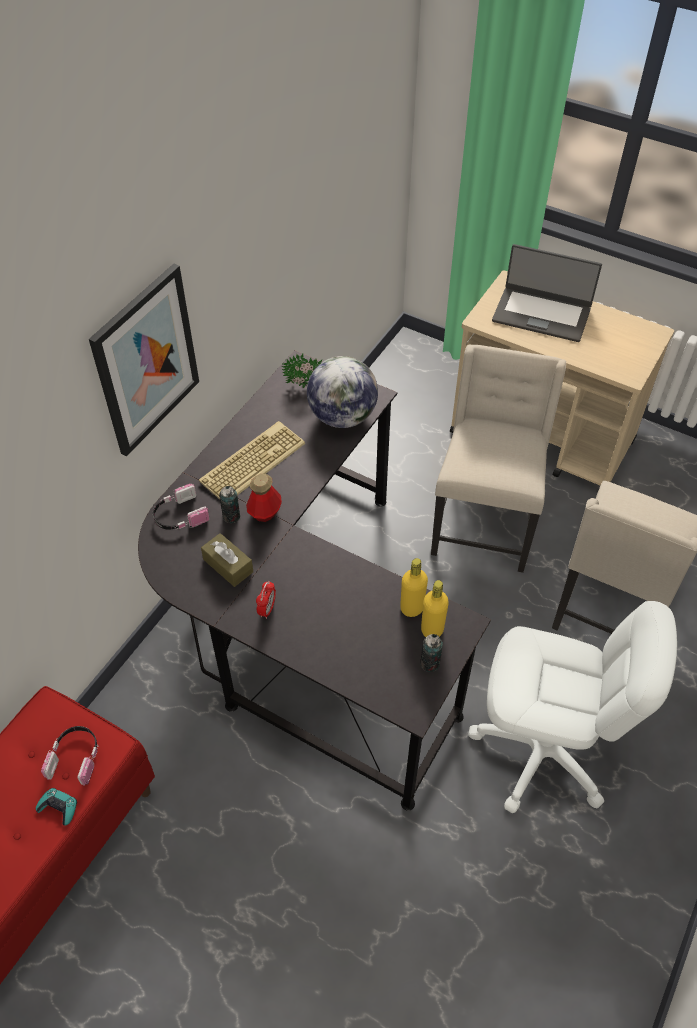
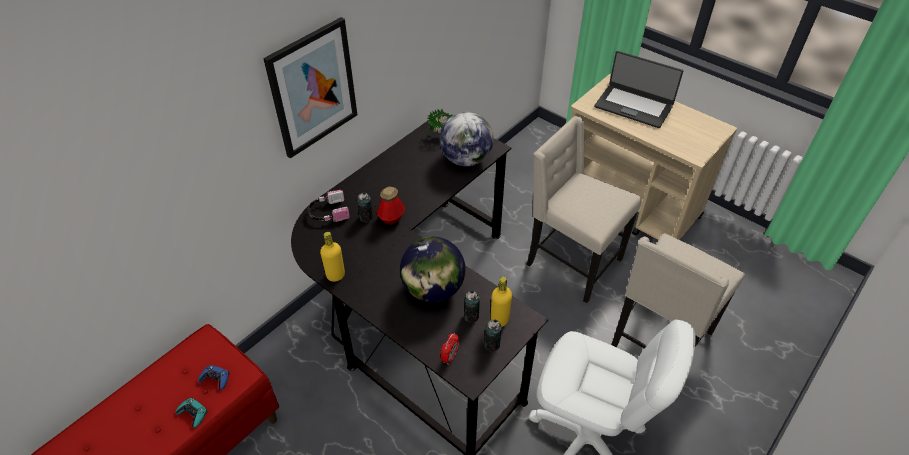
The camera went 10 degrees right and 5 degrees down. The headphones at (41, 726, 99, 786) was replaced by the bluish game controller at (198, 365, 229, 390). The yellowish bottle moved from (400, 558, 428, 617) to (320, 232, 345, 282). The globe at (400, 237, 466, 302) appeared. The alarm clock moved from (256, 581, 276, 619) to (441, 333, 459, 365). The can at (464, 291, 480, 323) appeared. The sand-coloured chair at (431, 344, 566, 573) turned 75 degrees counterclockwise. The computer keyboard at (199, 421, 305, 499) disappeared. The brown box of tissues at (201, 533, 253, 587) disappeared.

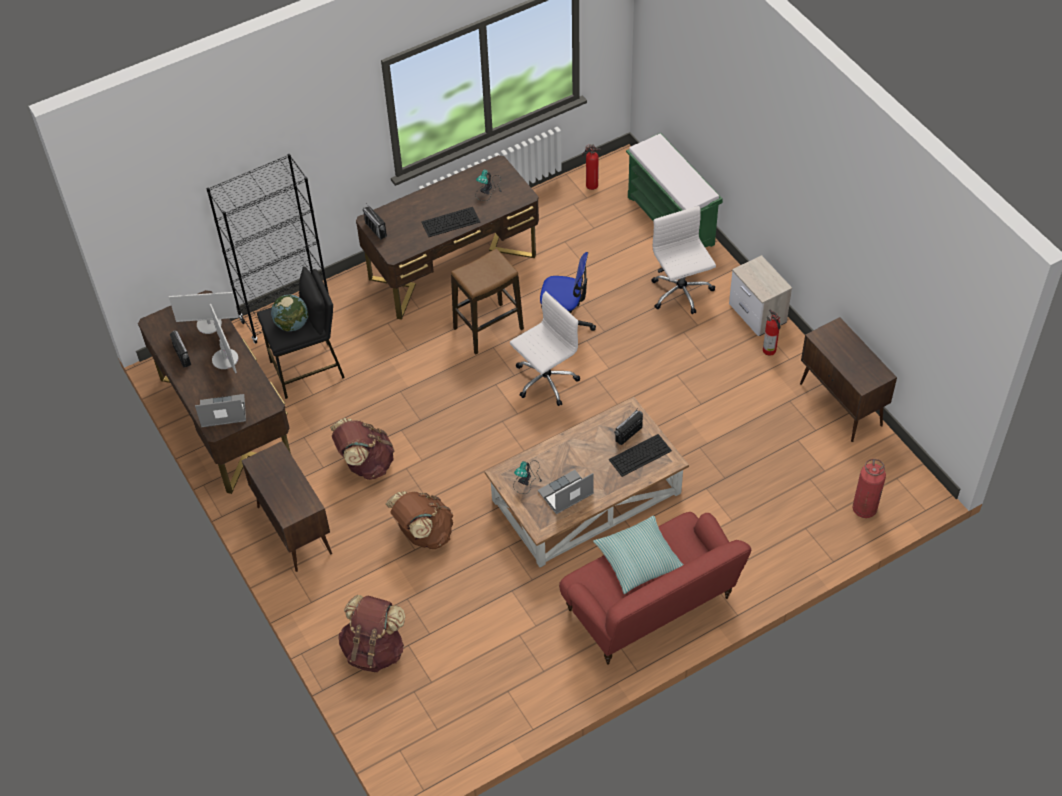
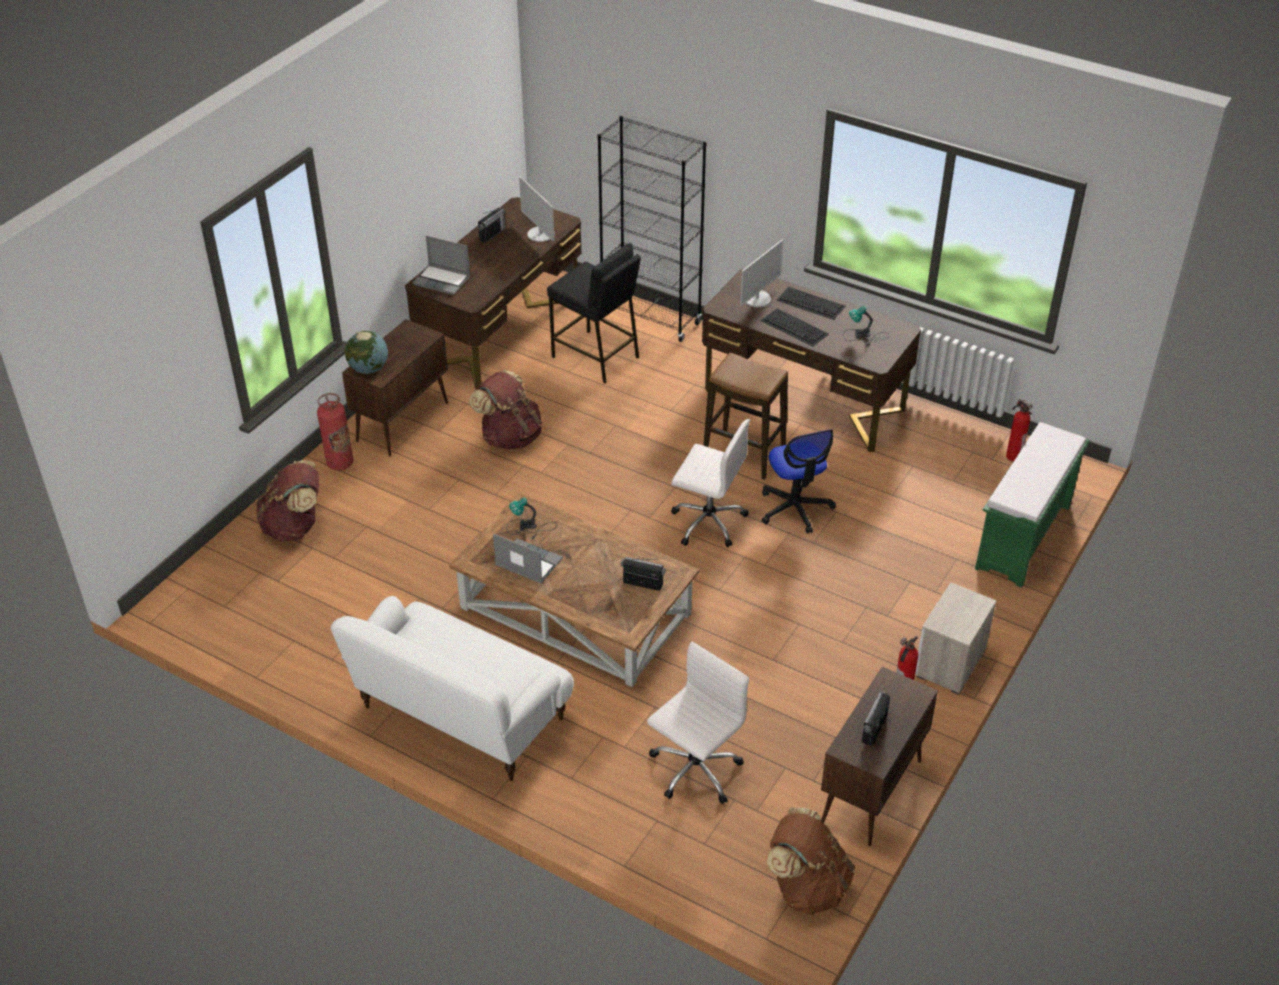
The camera went 60 degrees right and 10 degrees down. The fire extinguisher moved from (853, 459, 886, 518) to (317, 393, 353, 471). The red-coloured sofa at (559, 512, 751, 665) became the whitish sofa at (331, 596, 574, 781). The globe moved from (271, 294, 309, 331) to (345, 331, 388, 374). The portable computer at (195, 394, 246, 427) turned 150 degrees clockwise. The whitish desk chair moved from (652, 206, 716, 314) to (647, 641, 749, 804). The monitor moved from (210, 304, 238, 373) to (740, 239, 783, 307). The brown rucksack moved from (386, 491, 454, 549) to (767, 808, 855, 916). The computer keyboard moved from (609, 434, 672, 477) to (777, 287, 846, 320). The radio moved from (363, 203, 387, 240) to (862, 688, 890, 746). The pillow at (593, 516, 684, 594) disappeared.

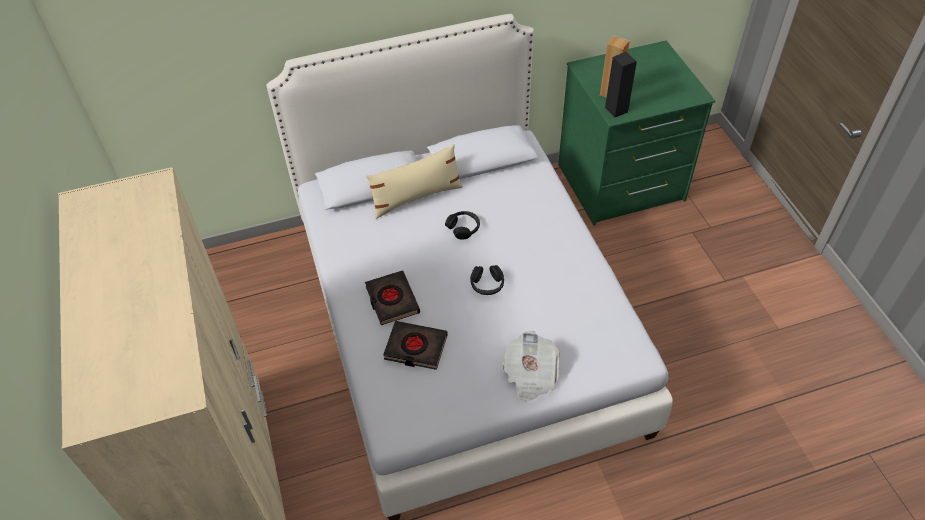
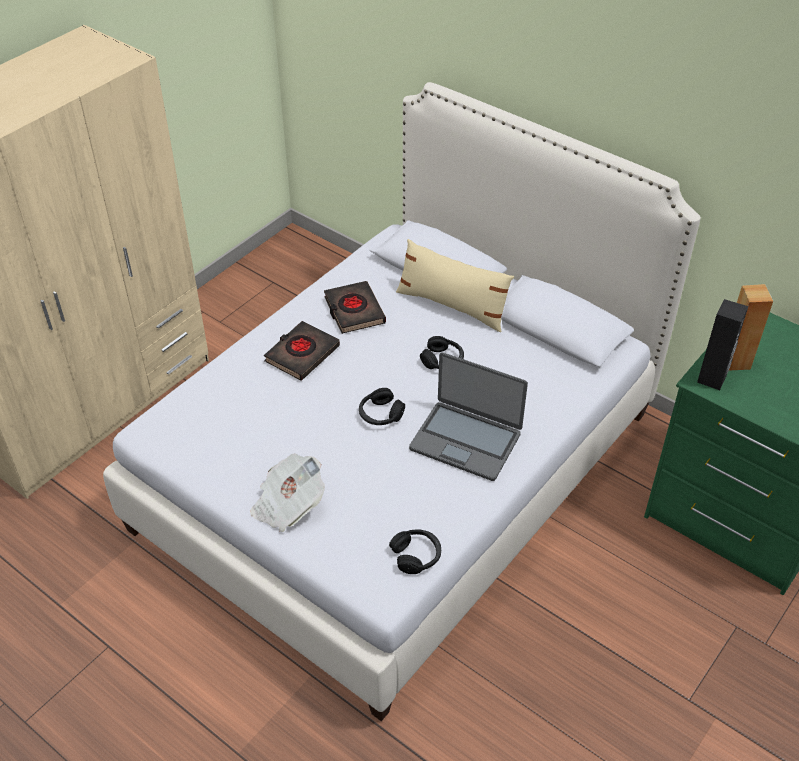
The camera went 55 degrees right and 5 degrees down. The blackish book moved from (383, 321, 448, 370) to (324, 281, 386, 334). The blackish headphones at (389, 529, 441, 574) appeared. The portable computer at (409, 352, 528, 481) appeared.

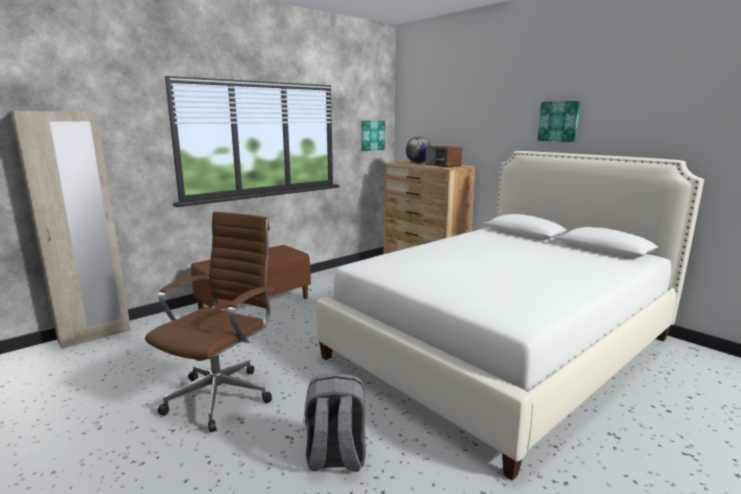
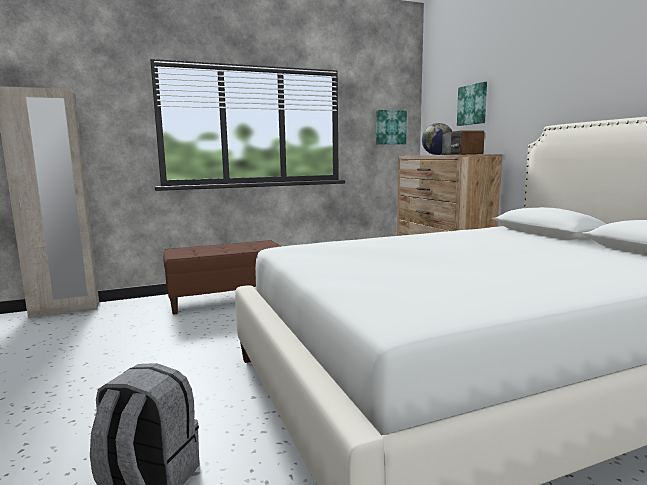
The camera went 20 degrees right and 5 degrees down. The picture moved from (537, 101, 580, 142) to (457, 82, 487, 126). The brown desk chair at (145, 211, 274, 432) disappeared.

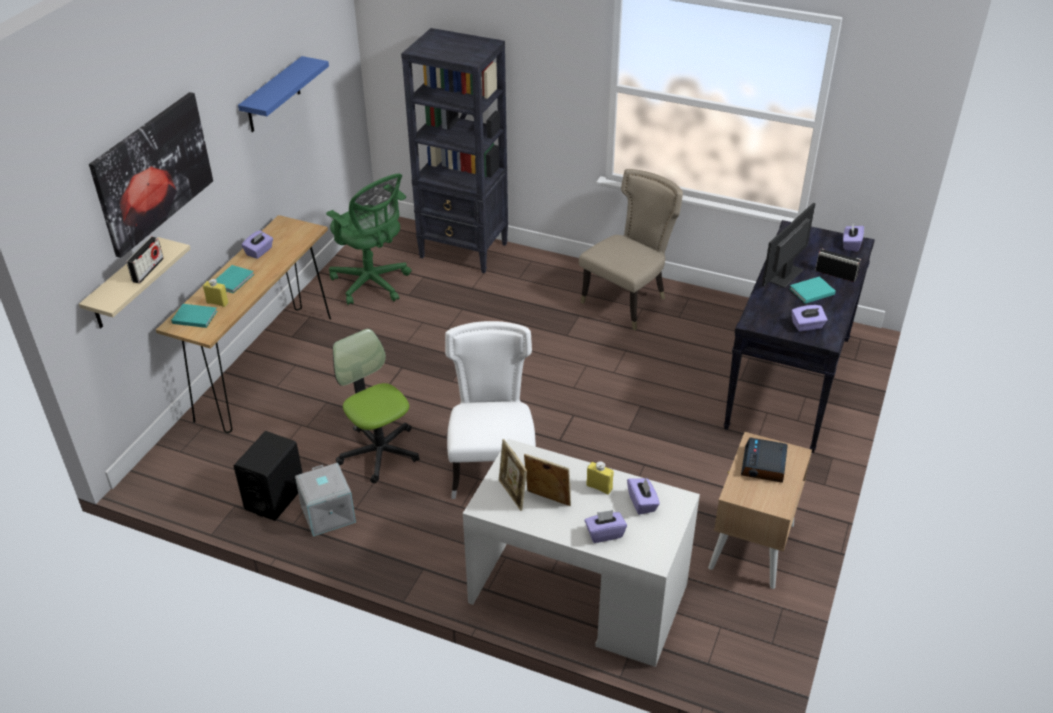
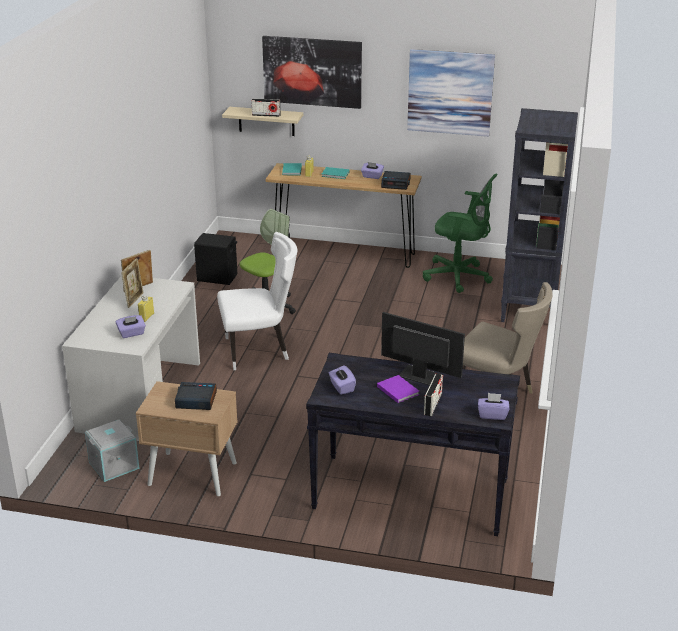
The camera went 80 degrees right and 10 degrees down. The grey storage bin moved from (295, 463, 356, 536) to (85, 419, 140, 482). The turquoise-coloured book at (789, 276, 836, 304) became the purple book at (377, 375, 419, 403). The alarm clock at (381, 171, 411, 190) appeared. The bluish shelf at (238, 56, 329, 132) was replaced by the picture at (407, 49, 495, 137). The green desk chair at (326, 174, 411, 305) turned 105 degrees counterclockwise. The purple box of tissues at (585, 510, 627, 543) disappeared.

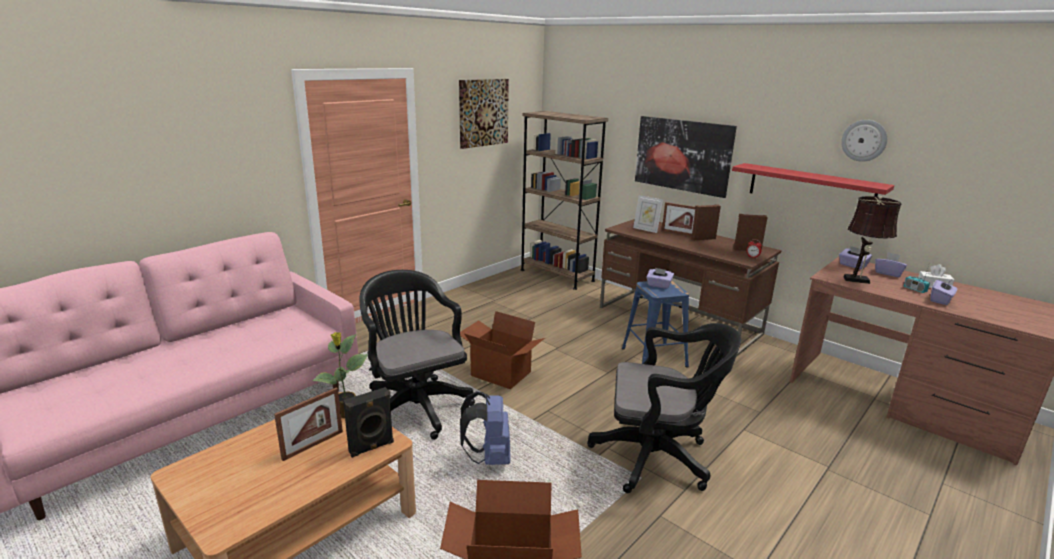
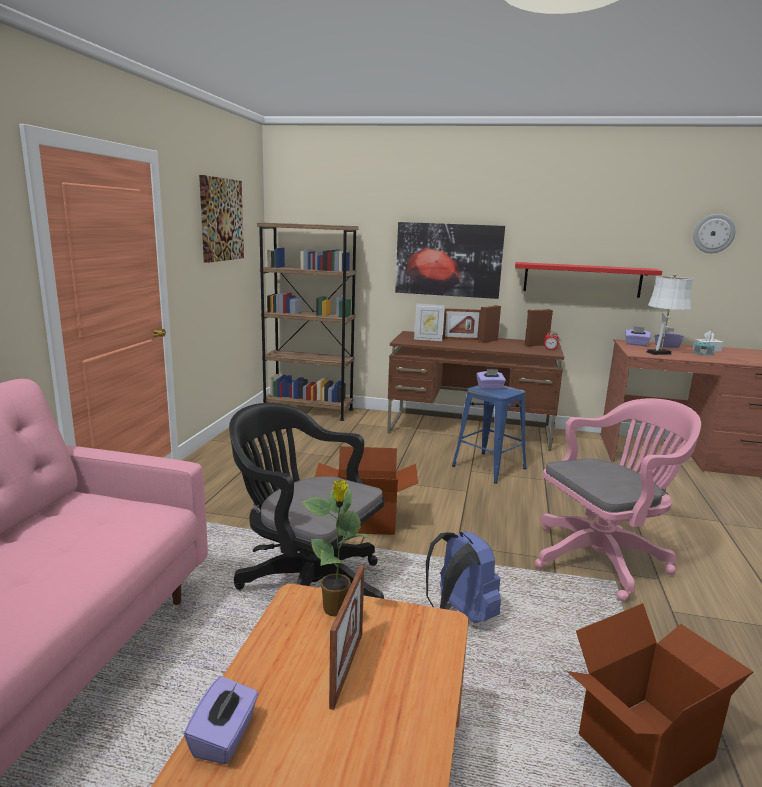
The camera went 30 degrees left and 5 degrees down. The purple box of tissues moved from (930, 280, 957, 305) to (184, 676, 258, 765). The blackish desk chair at (587, 323, 741, 493) became the pinkish desk chair at (535, 398, 701, 601). The brown table lamp at (843, 196, 901, 284) became the whitish table lamp at (647, 273, 693, 355). The hanging clock moved from (841, 120, 887, 162) to (693, 214, 736, 253). The blackish loudspeaker at (343, 387, 394, 458) disappeared.

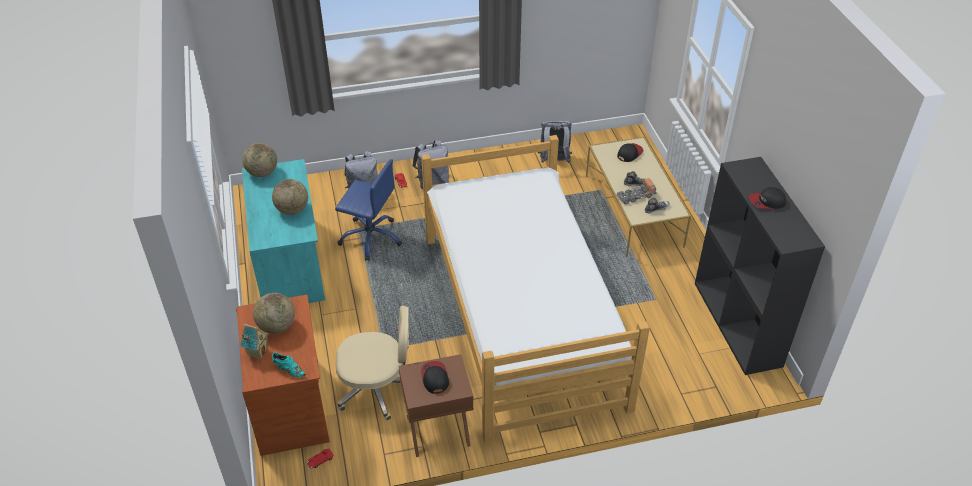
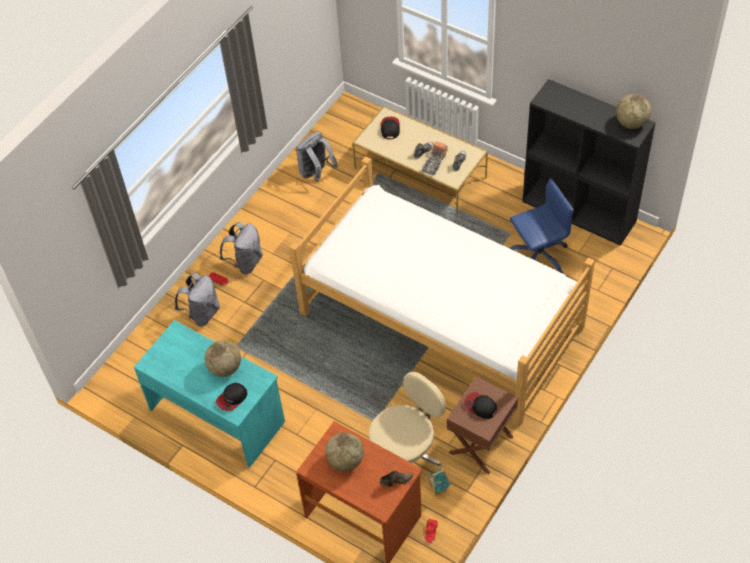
The camera went 40 degrees left and 10 degrees up. The peaked cap moved from (749, 187, 786, 209) to (216, 383, 247, 411). The turquoise-coloured item of footwear at (272, 352, 306, 377) became the brown item of footwear at (380, 470, 414, 487). The miniature house moved from (239, 324, 269, 360) to (426, 469, 451, 496). The bluish desk chair moved from (335, 159, 402, 261) to (510, 178, 574, 274). The globe moved from (242, 143, 277, 177) to (616, 94, 651, 129).

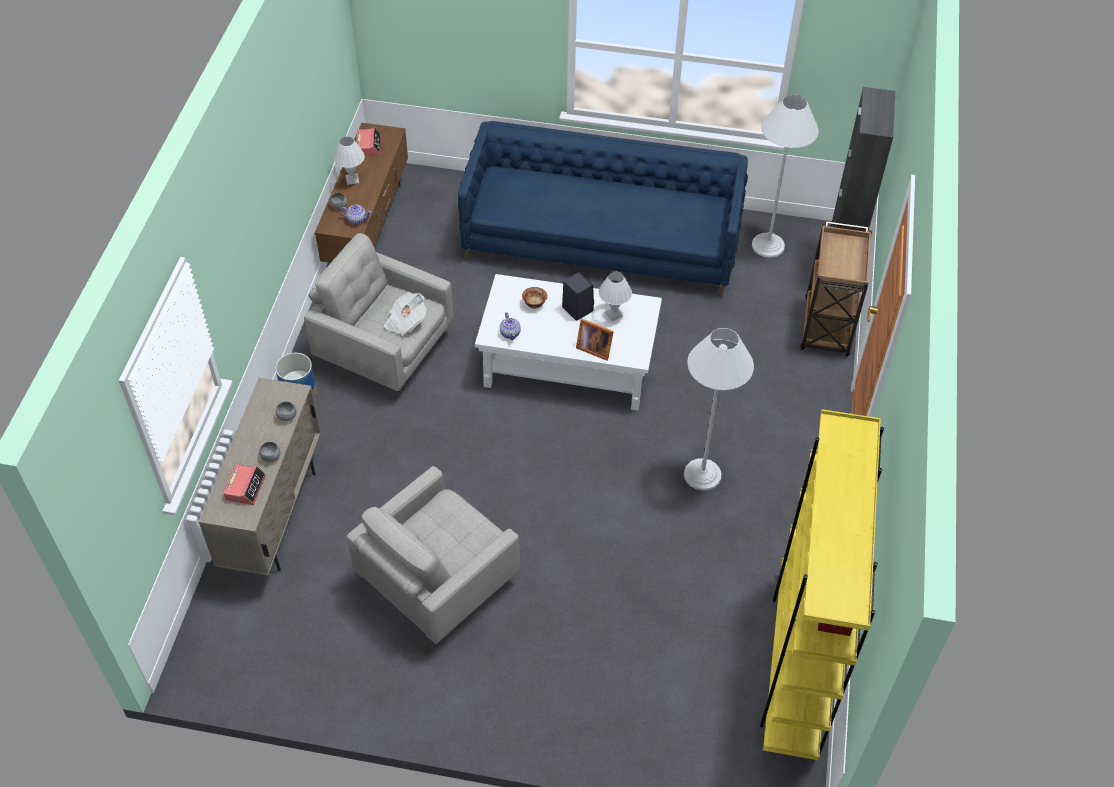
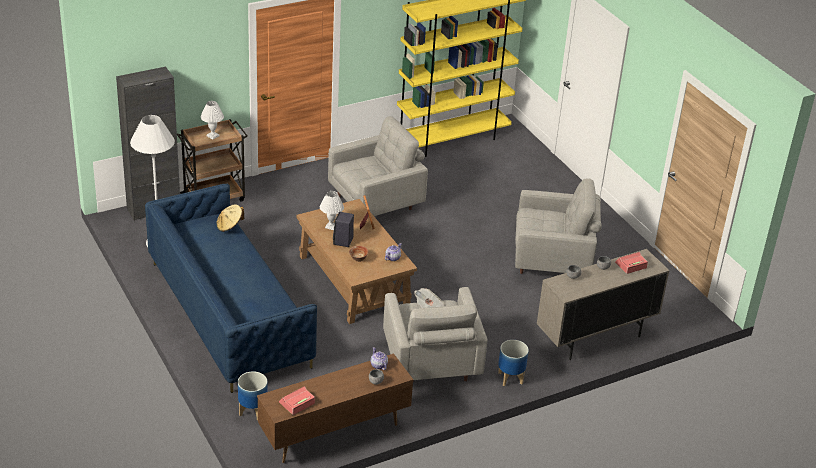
The camera went 130 degrees left and 15 degrees down. The whitish table lamp moved from (334, 137, 365, 185) to (201, 101, 224, 139). The sand-coloured wearable hat at (217, 205, 244, 232) appeared. The planter at (238, 371, 268, 421) appeared. The whitish lounge table at (475, 274, 662, 411) became the brown lounge table at (296, 199, 417, 324). The whitish standard lamp at (684, 328, 754, 491) was replaced by the grey lounge chair at (328, 116, 428, 216).

